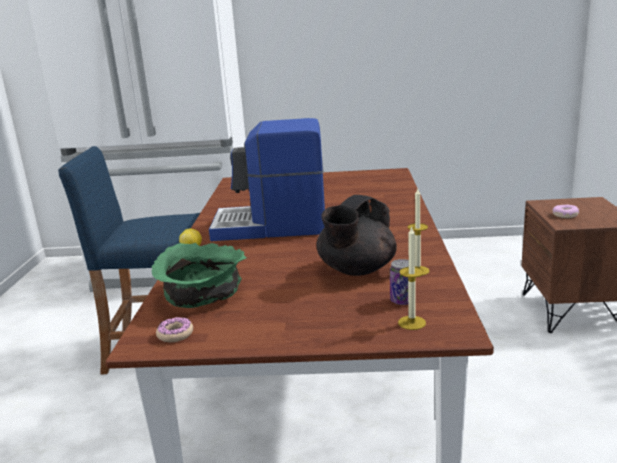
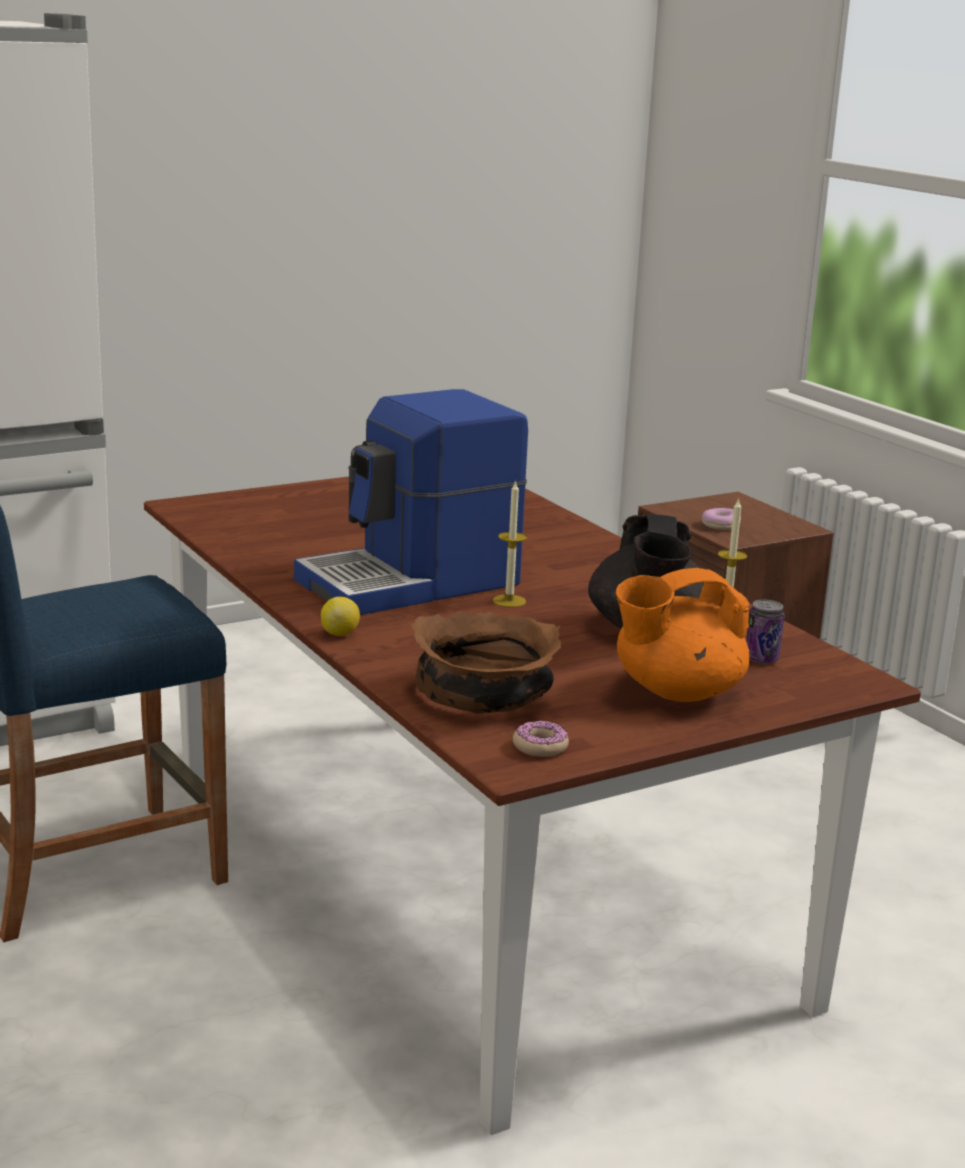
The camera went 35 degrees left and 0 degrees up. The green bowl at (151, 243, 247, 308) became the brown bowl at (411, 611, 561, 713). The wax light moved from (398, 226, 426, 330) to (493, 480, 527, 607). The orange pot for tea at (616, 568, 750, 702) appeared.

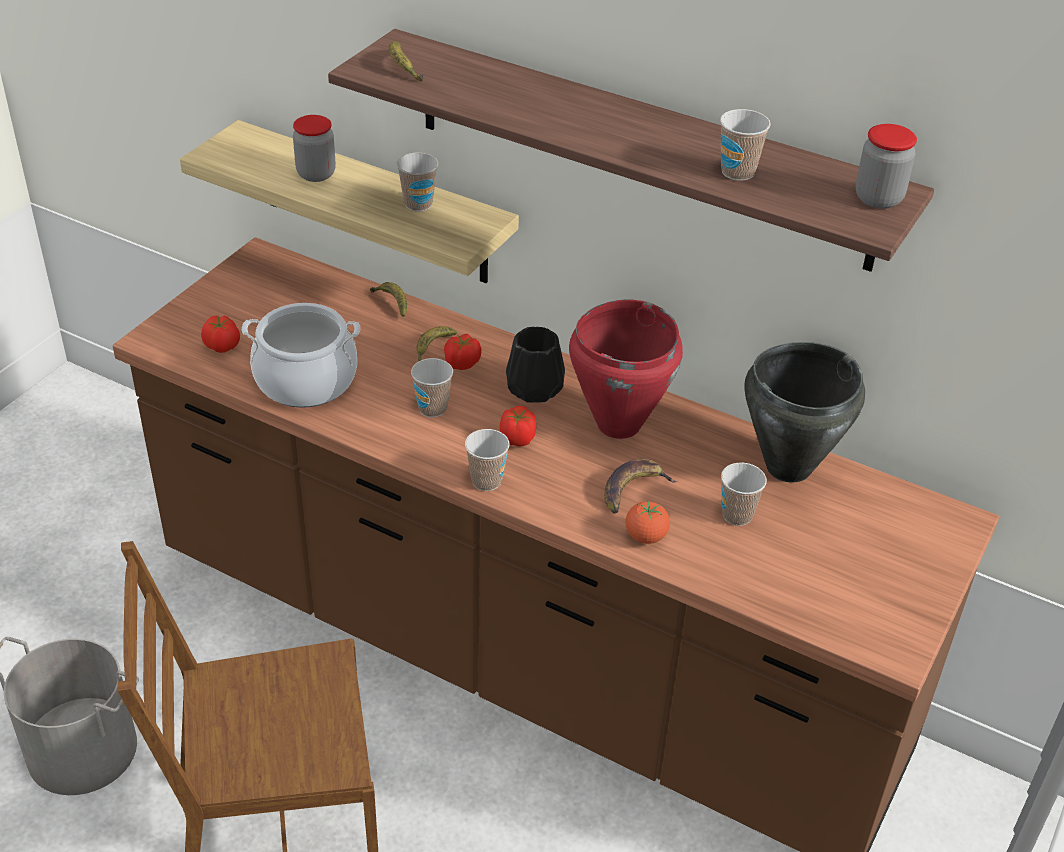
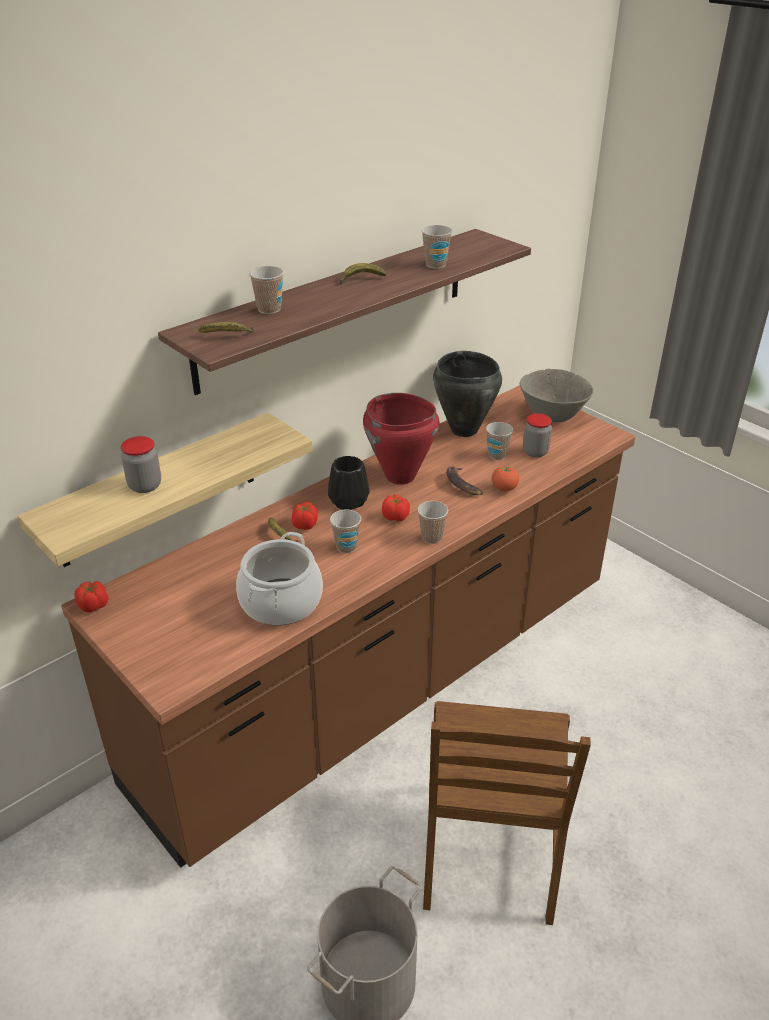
The camera went 70 degrees left and 5 degrees down. The whole tomato moved from (201, 315, 240, 353) to (75, 581, 108, 612). The drinking cup moved from (397, 152, 438, 211) to (249, 266, 284, 314). The banana fruit moved from (370, 282, 407, 317) to (339, 263, 386, 285). The grey bowl at (520, 369, 594, 422) appeared. The preserve jar moved from (856, 124, 917, 209) to (523, 413, 552, 457).

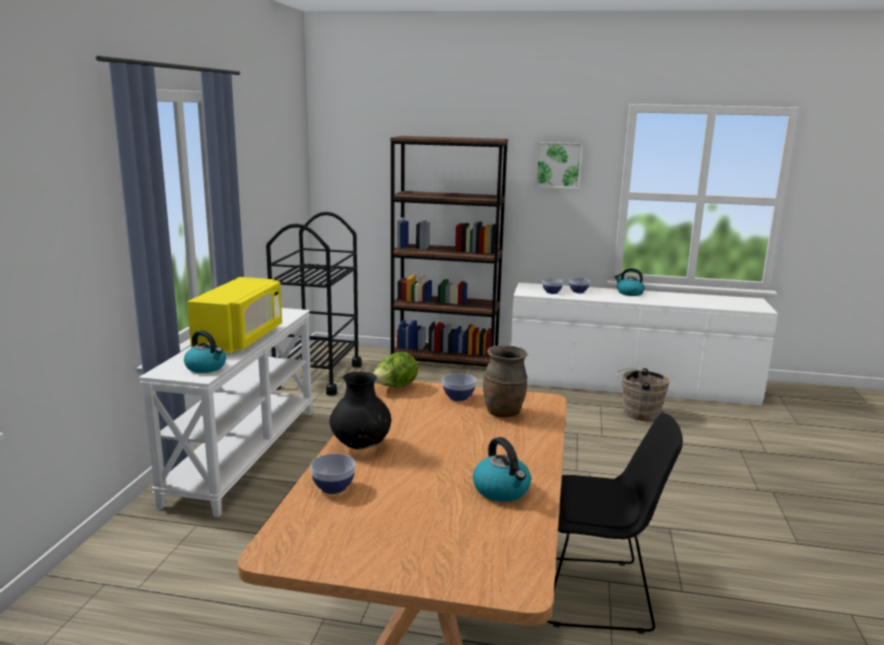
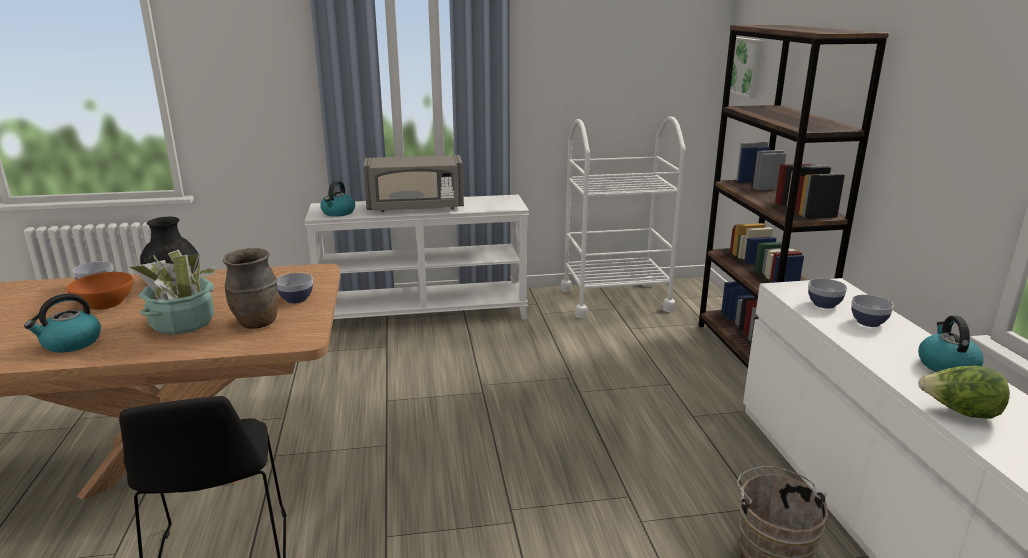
The camera went 70 degrees right and 5 degrees up. The orange bowl at (67, 272, 133, 310) appeared. The houseplant at (130, 250, 215, 335) appeared. The yellowish microwave at (187, 277, 282, 353) became the grey microwave at (363, 155, 464, 212). The blackish wheeled cart at (266, 212, 362, 396) became the whitish wheeled cart at (560, 117, 685, 318). The picture moved from (535, 142, 583, 189) to (730, 37, 763, 98). The lettuce moved from (373, 352, 418, 387) to (918, 366, 1010, 419).

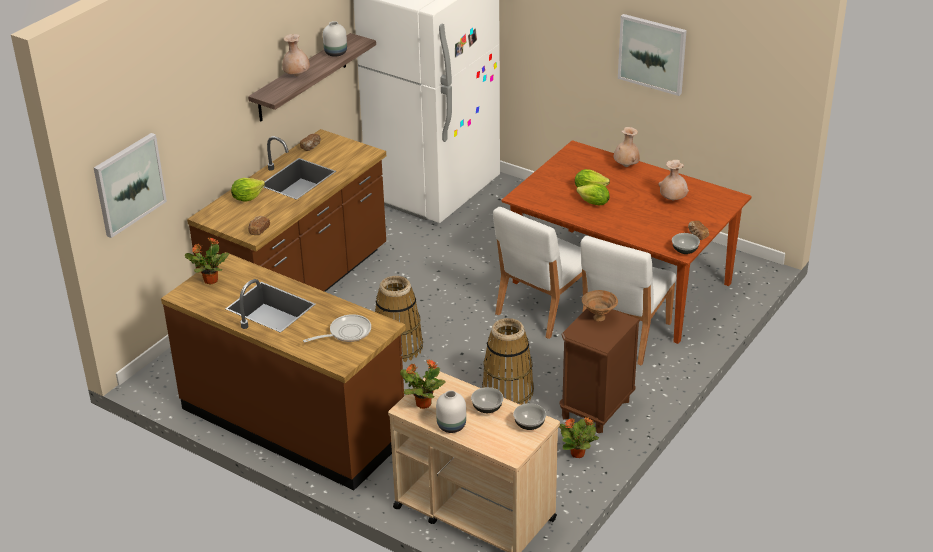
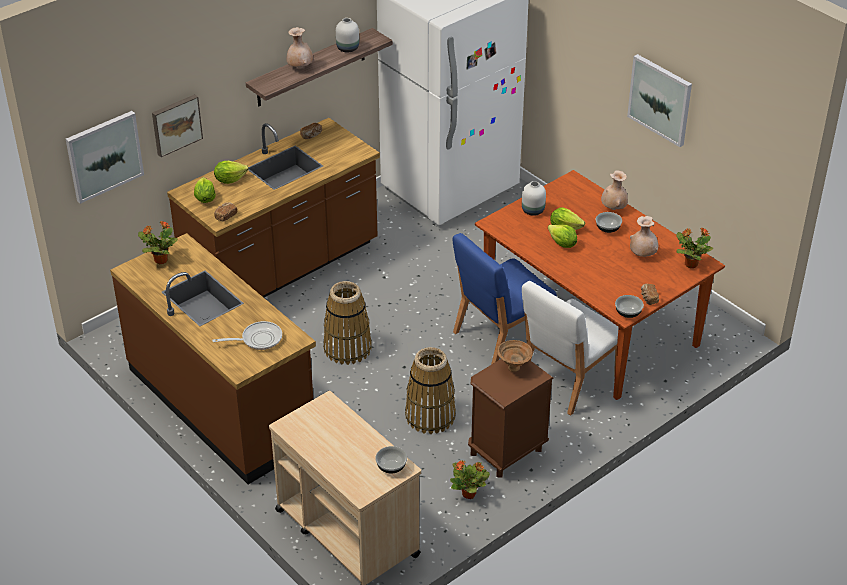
The camera went 15 degrees right and 5 degrees up. The picture at (152, 94, 203, 157) appeared. The lettuce at (194, 177, 216, 203) appeared. The whitish chair at (493, 207, 582, 339) became the bluish chair at (452, 233, 557, 365). The whitish flower vase moved from (436, 390, 466, 433) to (522, 181, 546, 216). The bowl moved from (471, 387, 503, 413) to (596, 212, 622, 233). The houseplant moved from (400, 359, 445, 409) to (676, 227, 713, 268).

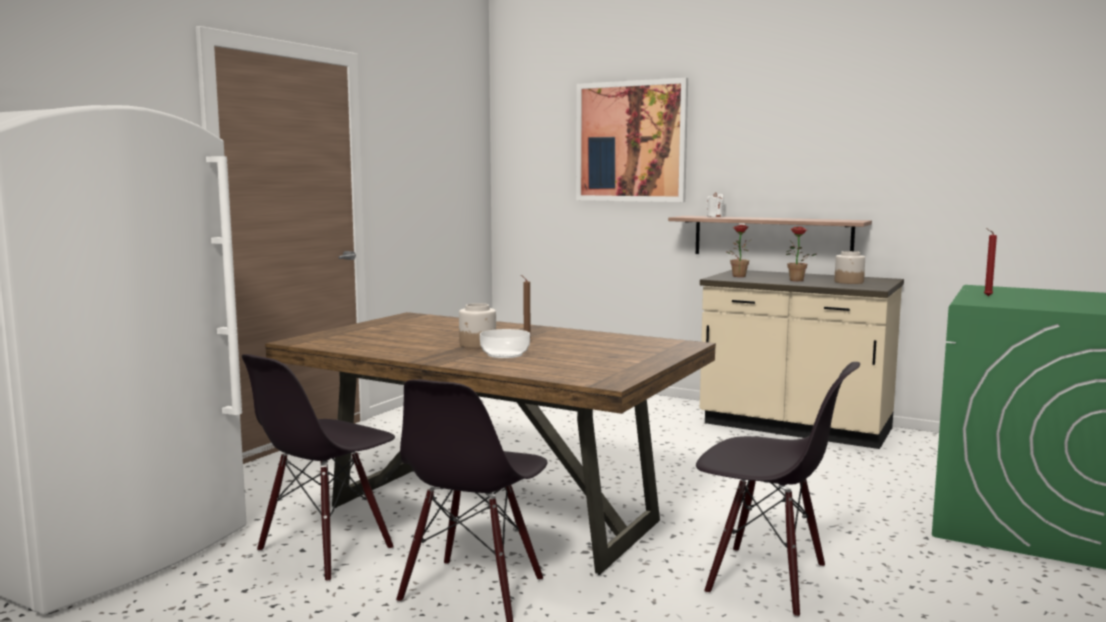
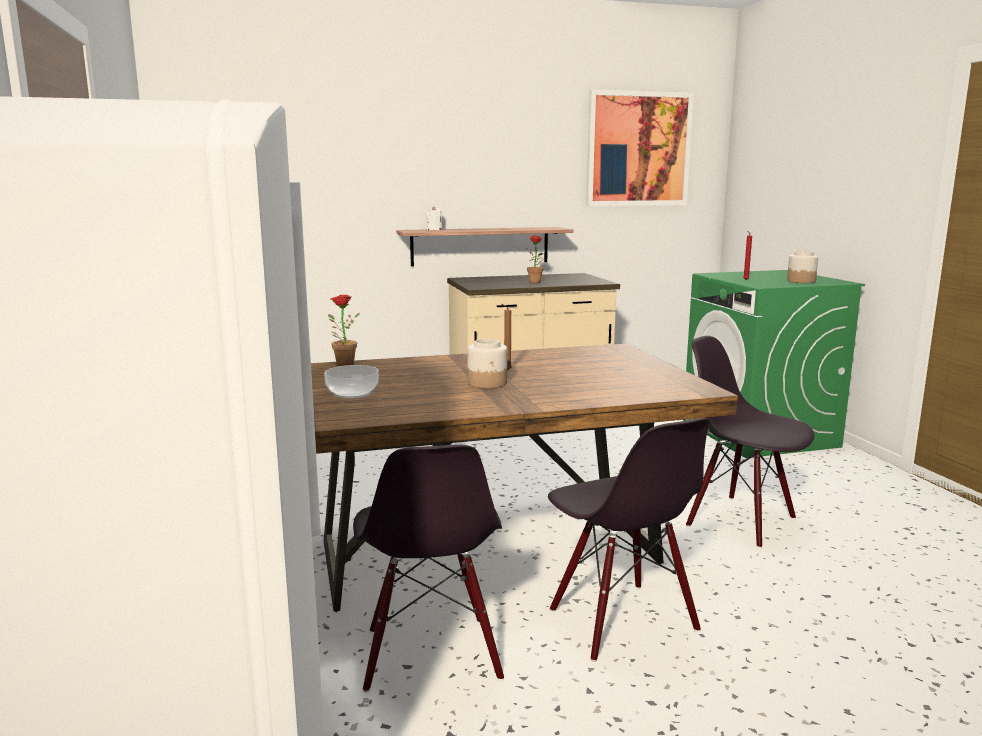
The camera went 45 degrees left and 5 degrees up. The bowl moved from (480, 329, 530, 358) to (324, 365, 379, 399). The houseplant moved from (726, 224, 752, 277) to (328, 295, 360, 366). The picture moved from (576, 78, 688, 202) to (586, 90, 694, 206). The blackish chair at (696, 362, 860, 618) turned 120 degrees counterclockwise. The preserve jar moved from (834, 251, 865, 284) to (787, 251, 818, 283).

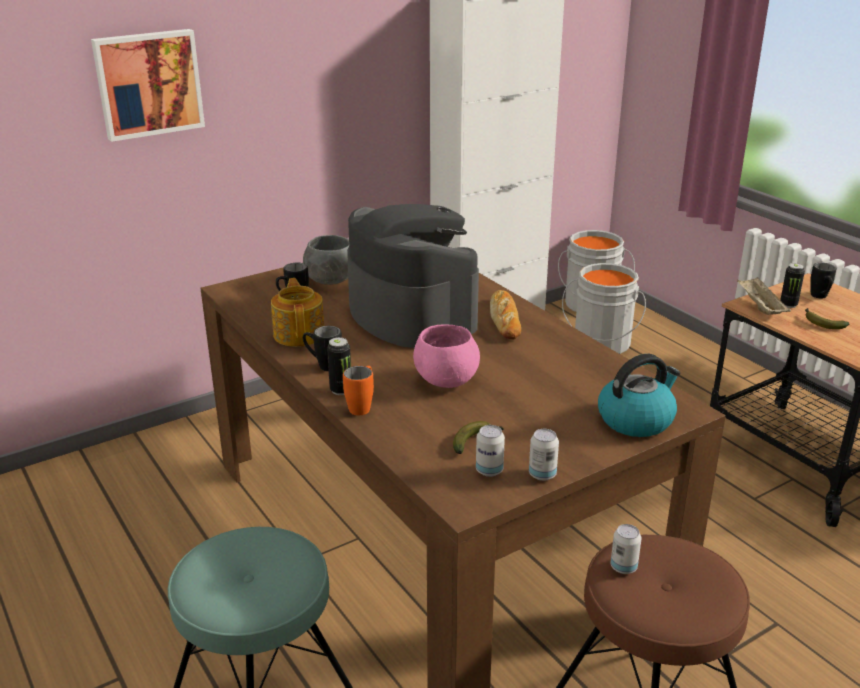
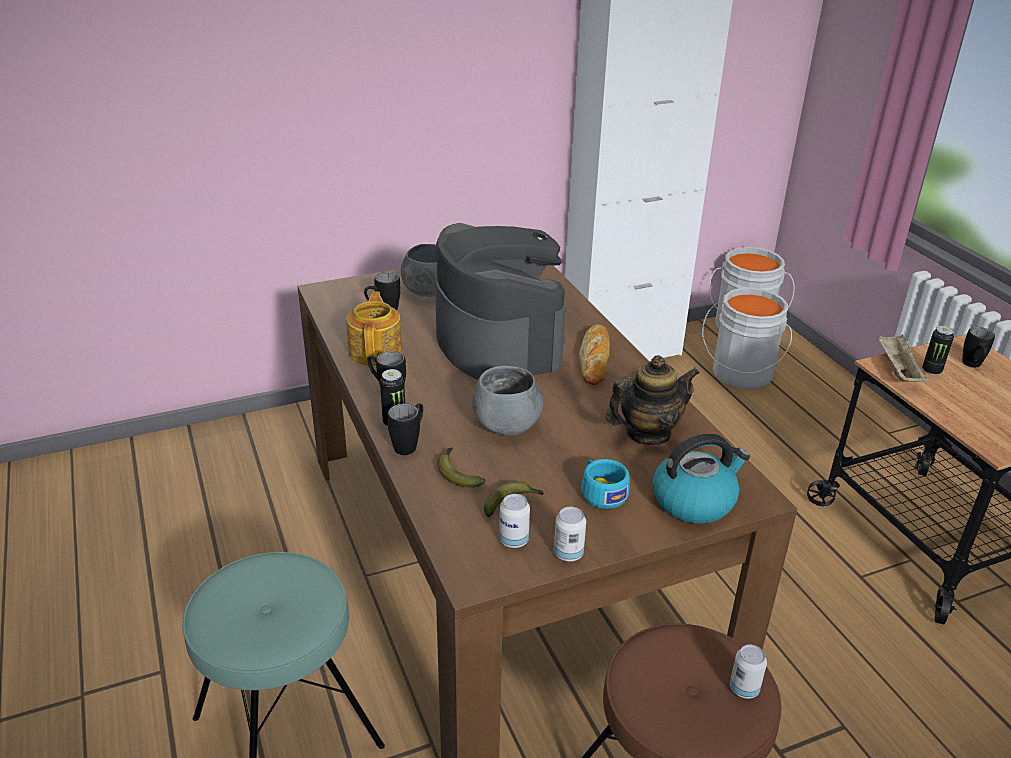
The camera went 10 degrees right and 5 degrees up. The orange tea mug at (343, 366, 374, 415) became the blackish tea mug at (387, 403, 423, 455). The banana fruit moved from (805, 308, 849, 329) to (437, 447, 486, 488). The pinkish bowl at (413, 324, 480, 388) became the grey bowl at (472, 366, 543, 436). The turquoise-coloured drinking cup at (581, 459, 630, 509) appeared. The pot for tea at (606, 355, 700, 445) appeared. The can moved from (611, 524, 642, 574) to (730, 645, 767, 699). The picture at (91, 29, 205, 142) disappeared.

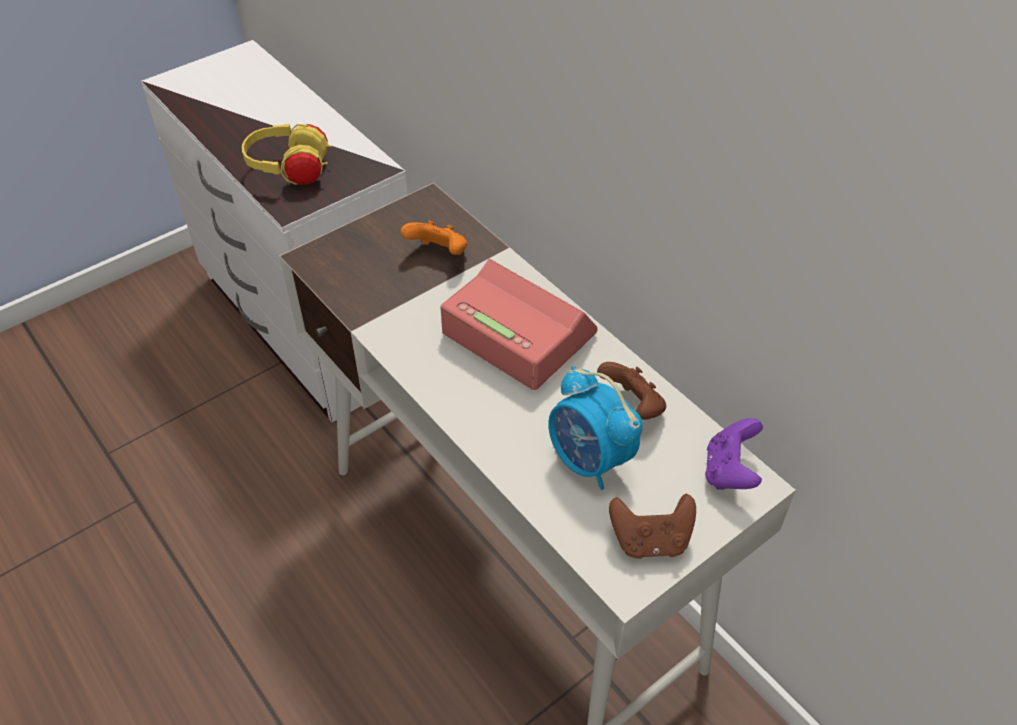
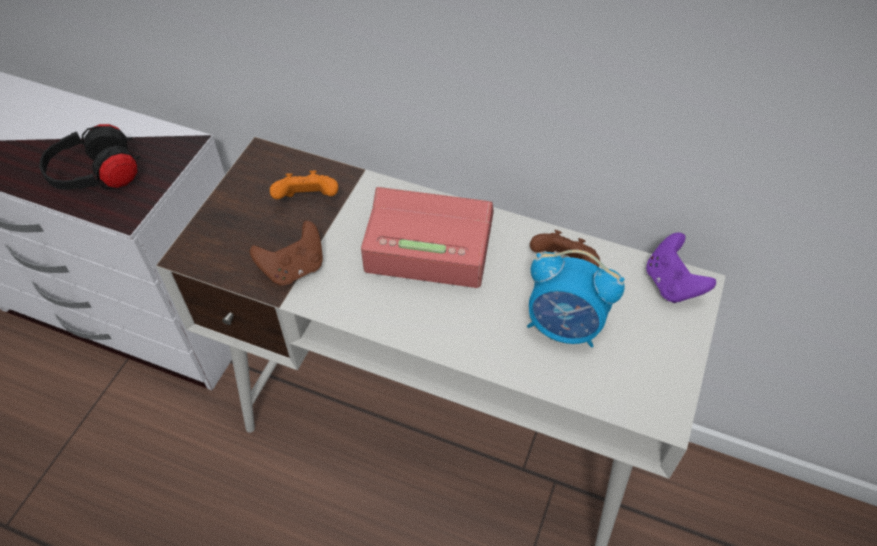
The camera went 30 degrees left and 5 degrees up. The yellowish headphones at (242, 124, 332, 185) became the blackish headphones at (39, 124, 140, 190). The brown game controller moved from (609, 494, 696, 559) to (250, 221, 323, 286).

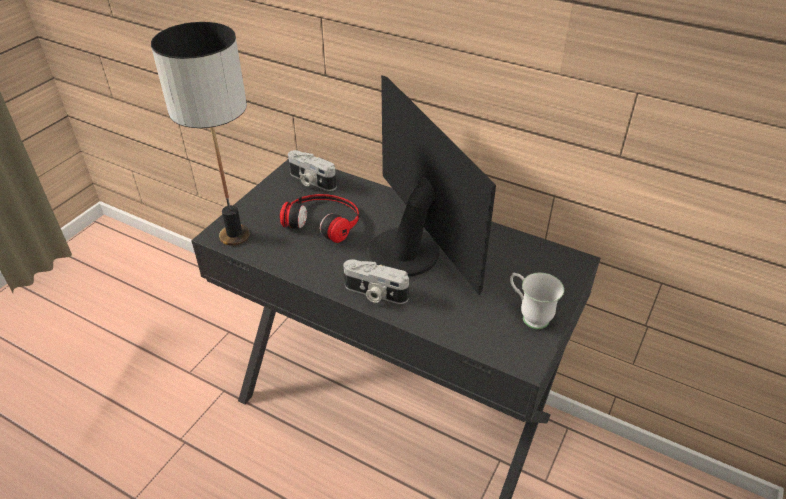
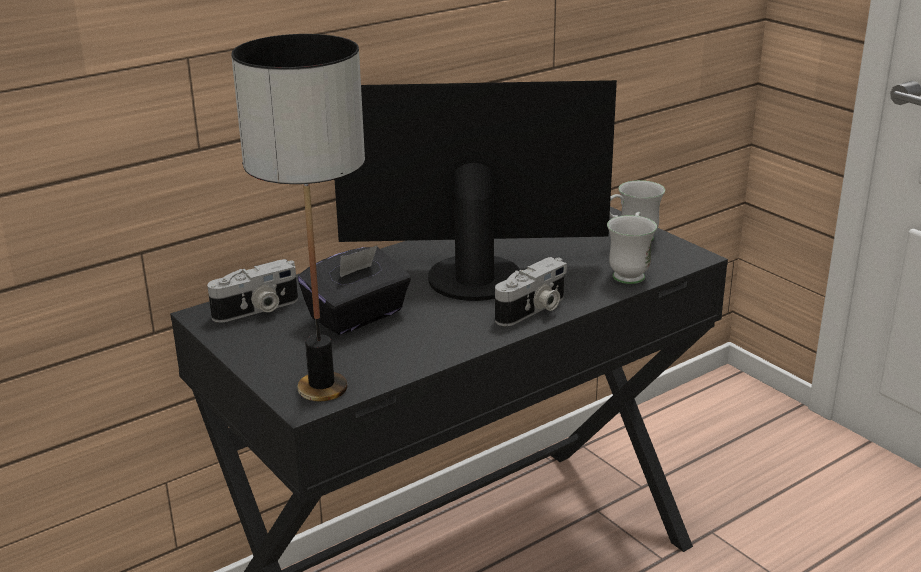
The camera went 65 degrees left and 15 degrees down. The headphones at (280, 194, 359, 243) was replaced by the blackish box of tissues at (298, 245, 411, 335). The whitish tea mug at (607, 212, 657, 284) appeared.

